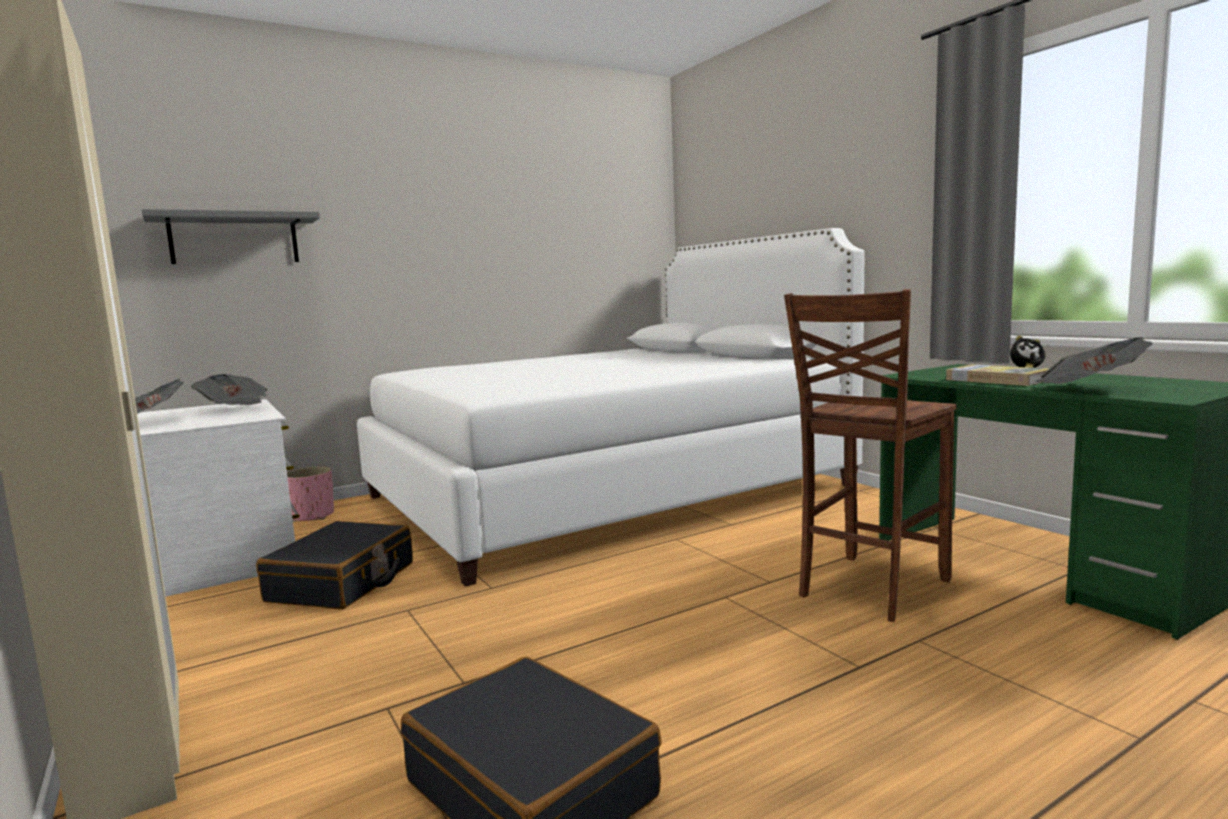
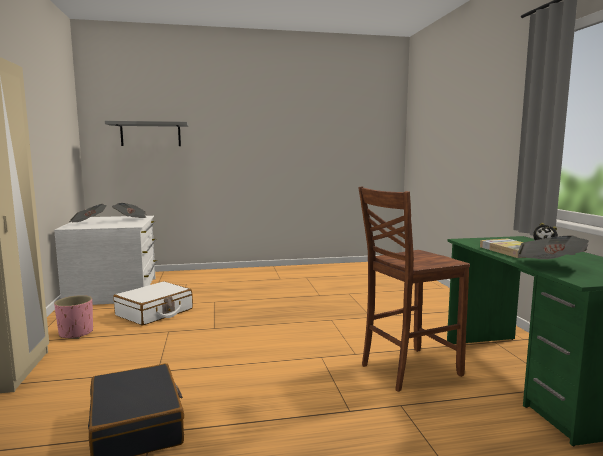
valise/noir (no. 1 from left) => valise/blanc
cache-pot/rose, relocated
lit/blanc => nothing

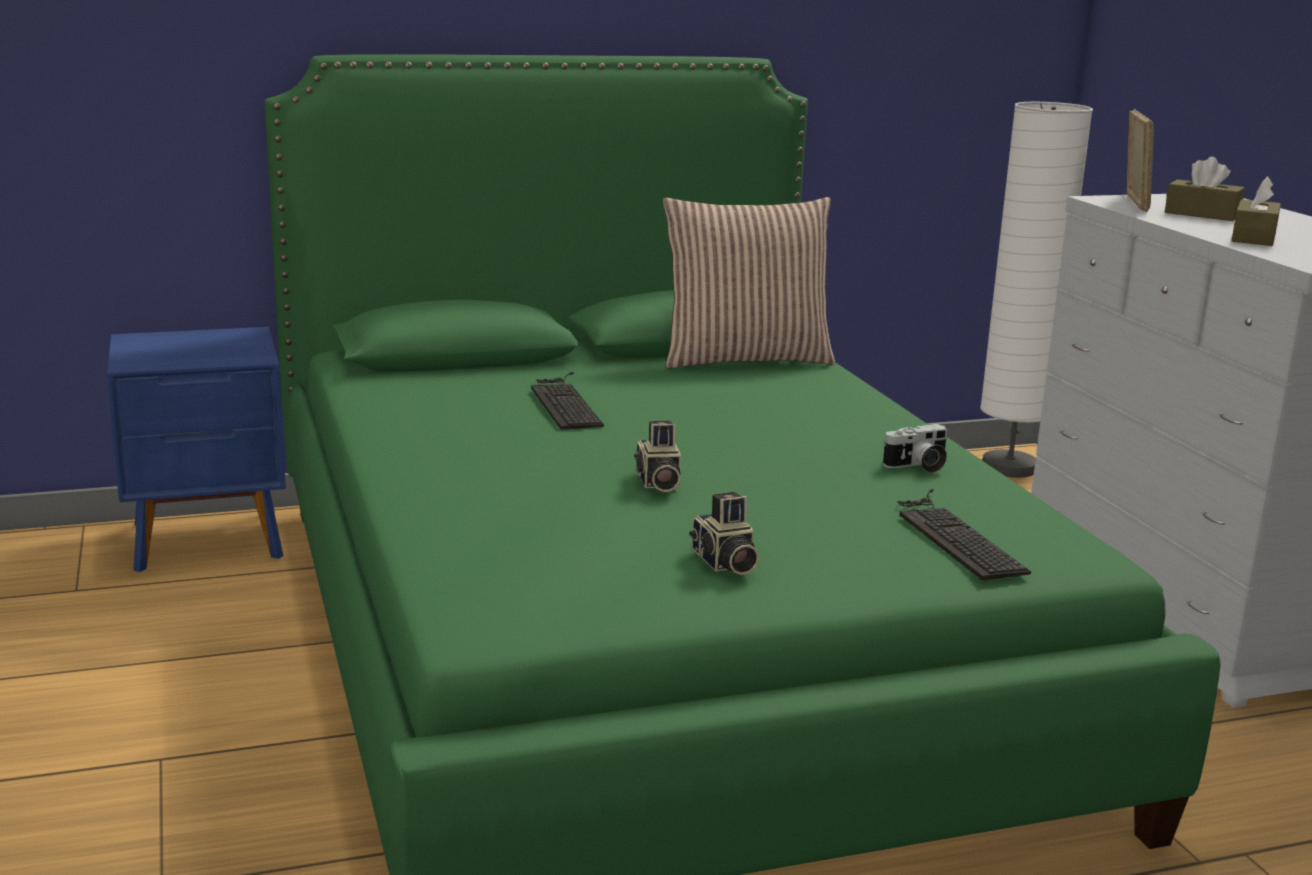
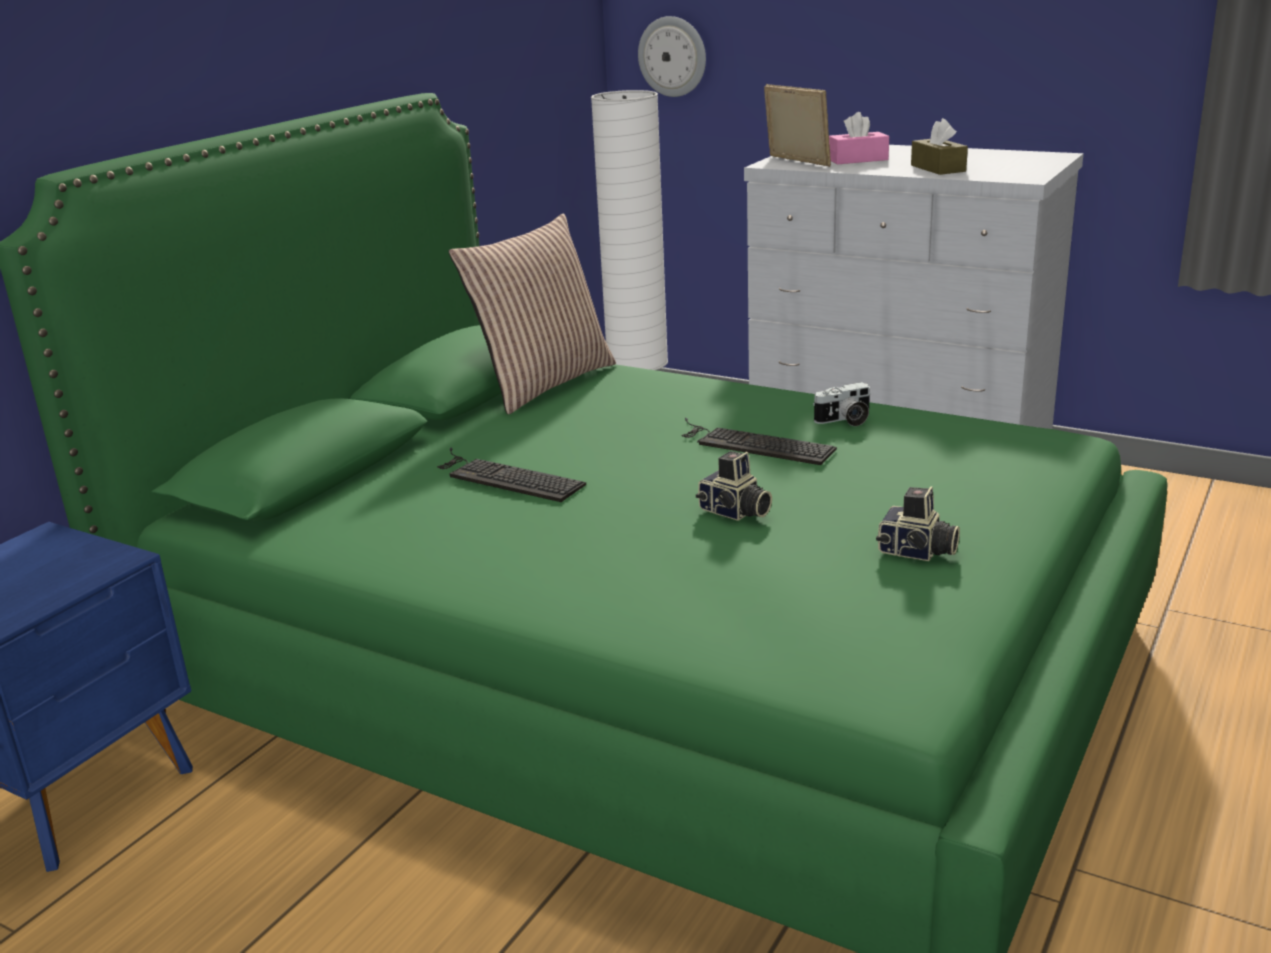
appareil photo (no. 3 from left in the first image) => appareil photo (no. 2 from left), 45 degrees clockwise
clavier (no. 2 from left), relocated
boîte à mouchoirs/marron (no. 1 from left) => boîte à mouchoirs/rose
nothing => horloge murale

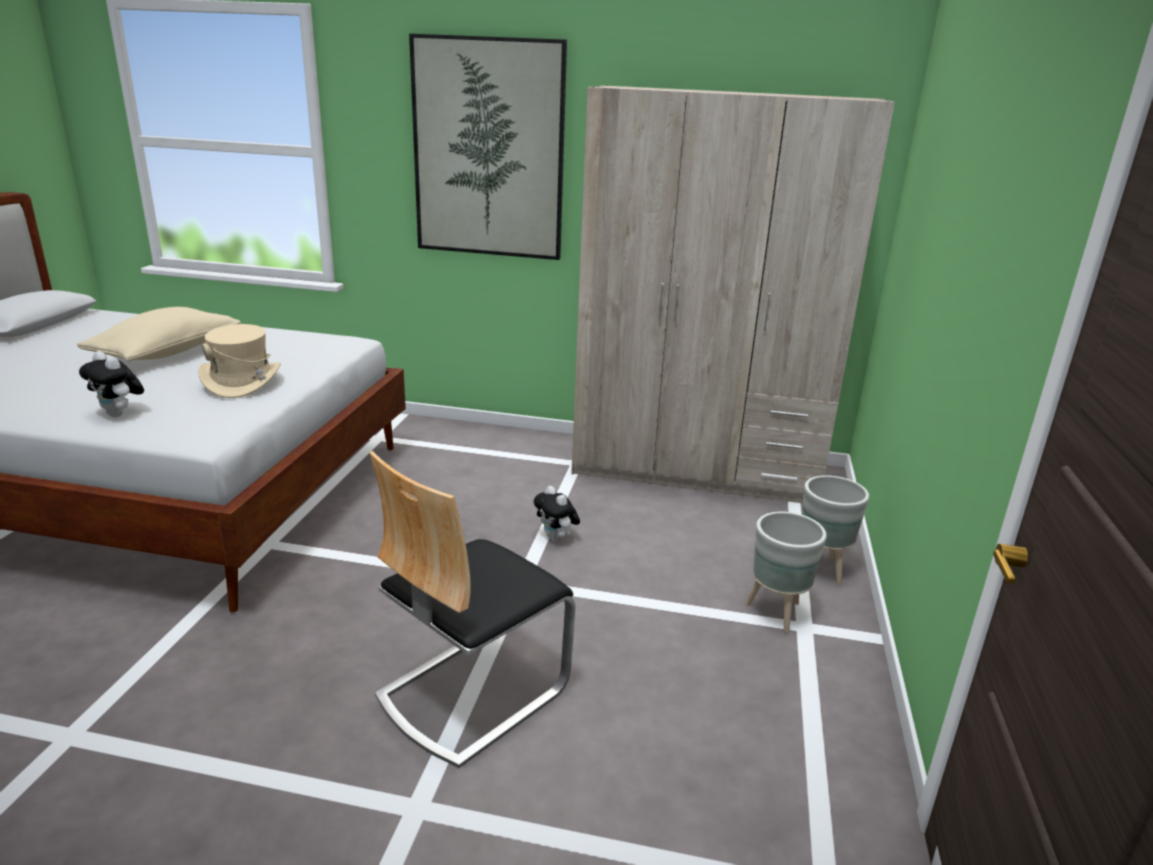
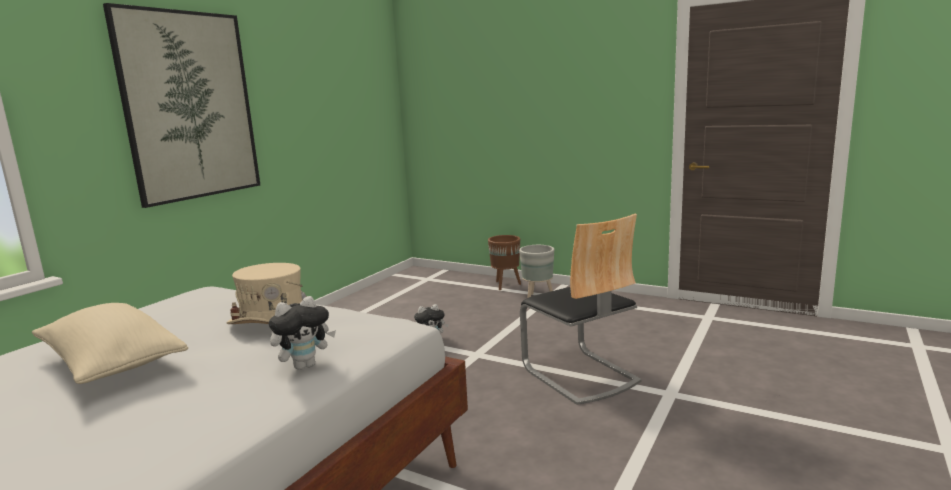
armoire/beige => nothing
cache-pot/gris (no. 2 from left) => cache-pot/marron

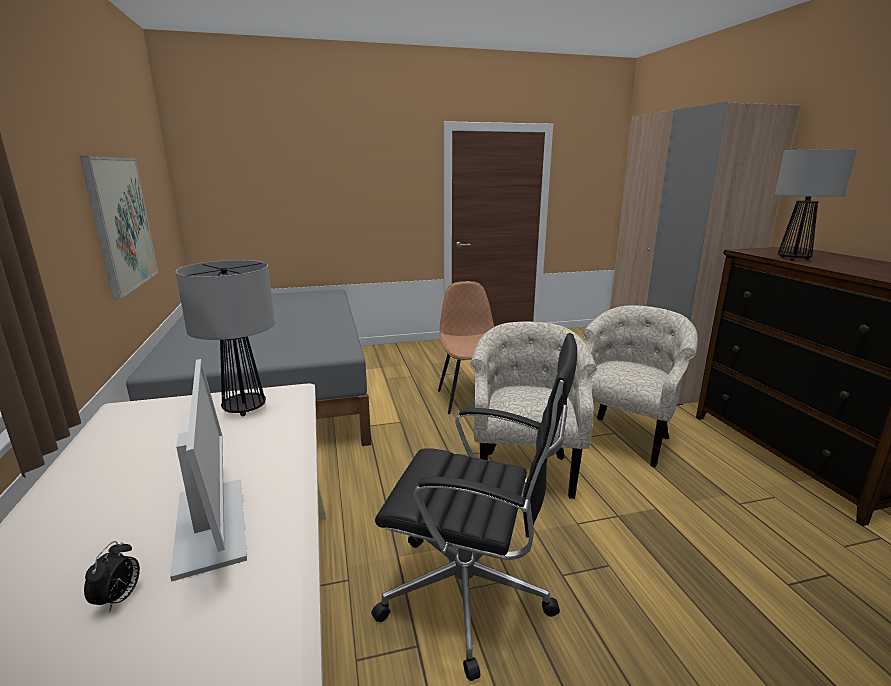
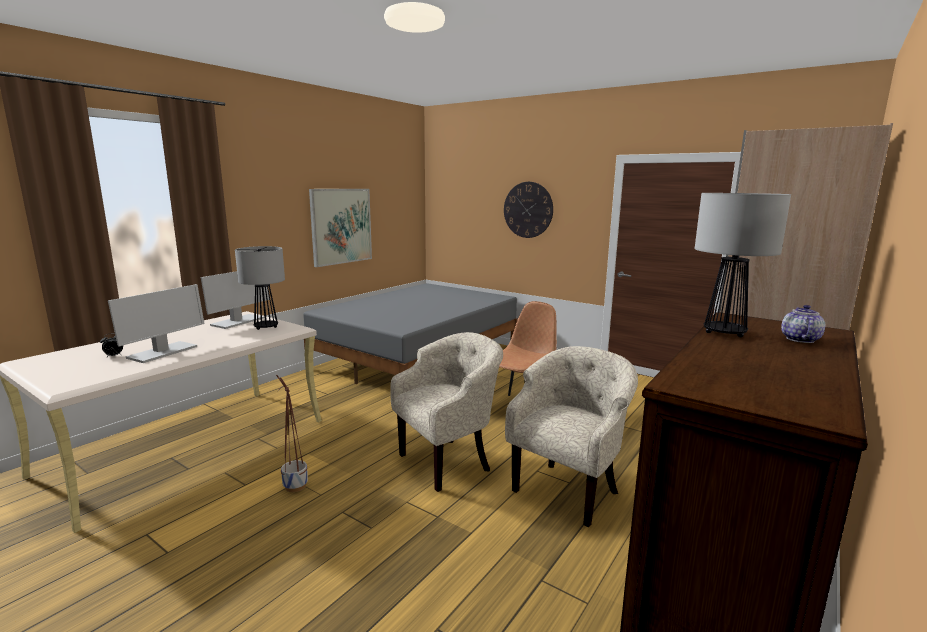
chaise de bureau/noir => cache-pot
fauteuil/beige (no. 2 from left), 45 degrees counterclockwise
nothing => écran d'ordinateur (no. 2 from left)
nothing => horloge murale
nothing => théière

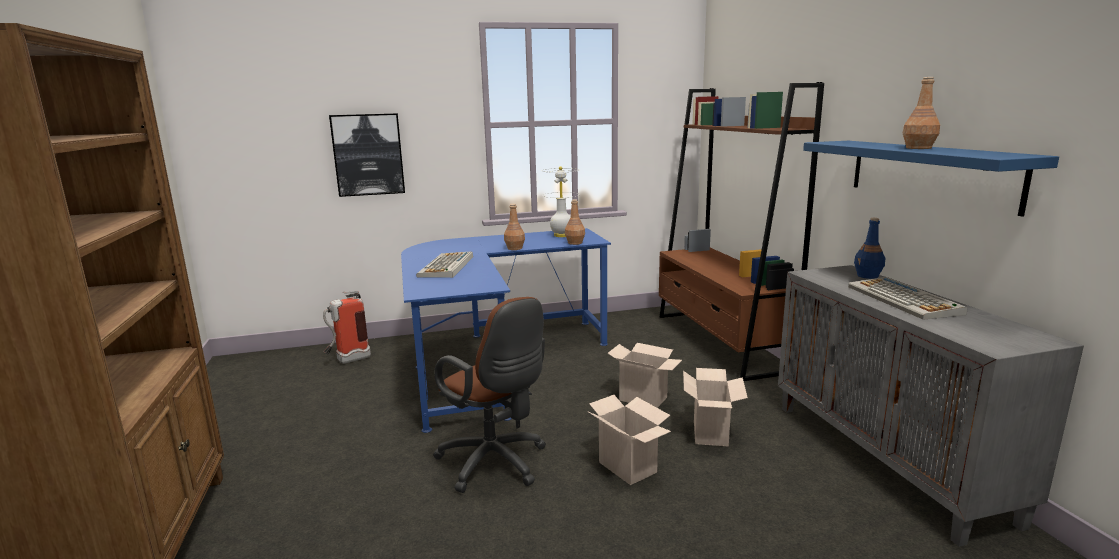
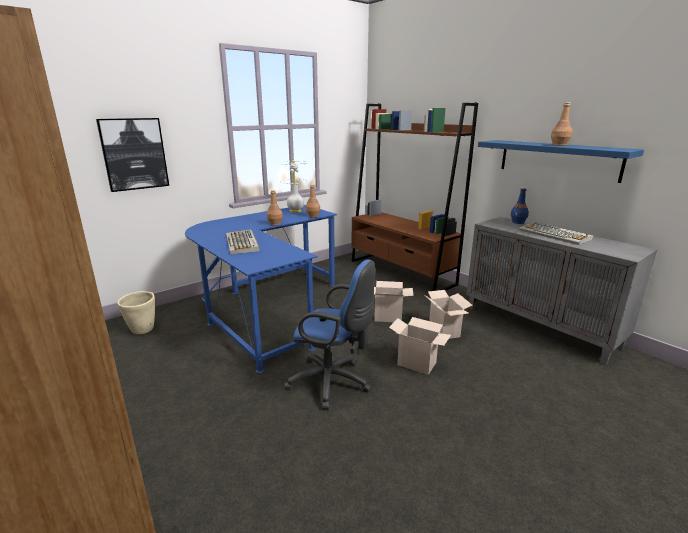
extincteur => cache-pot/beige
chaise de bureau/marron => chaise de bureau/bleu

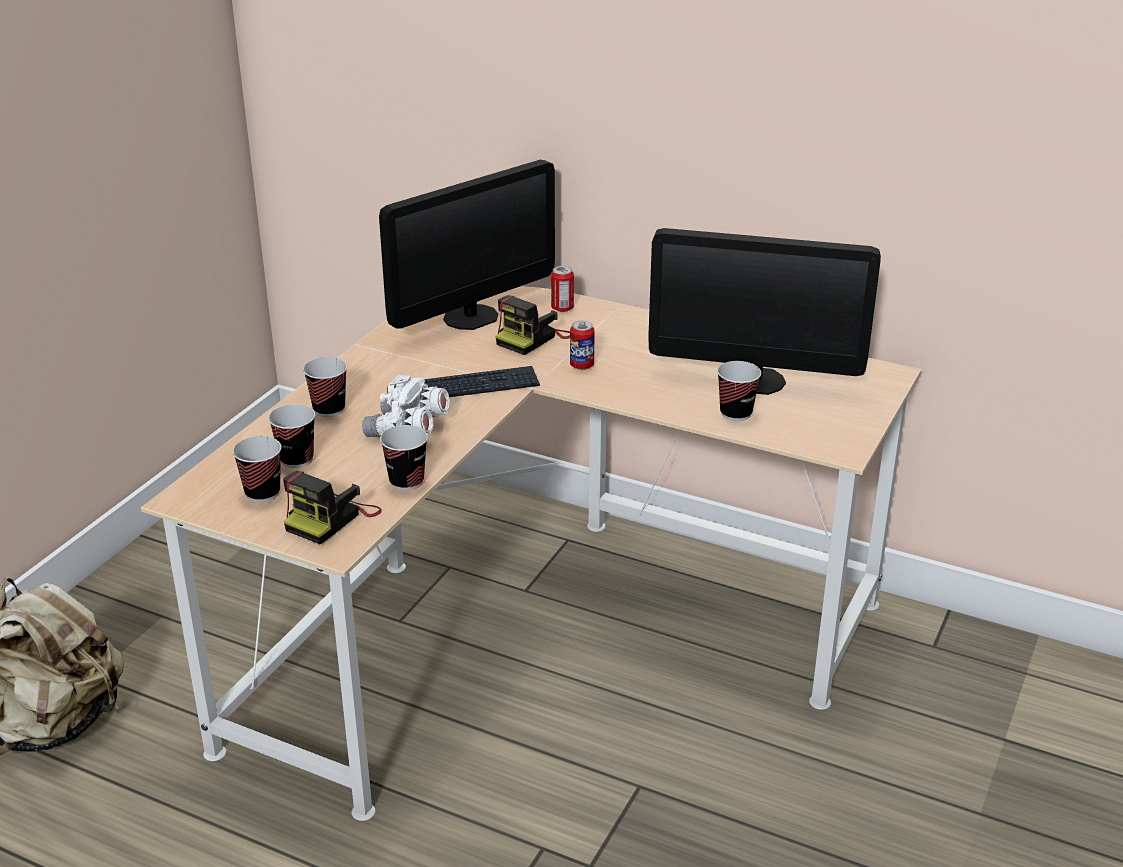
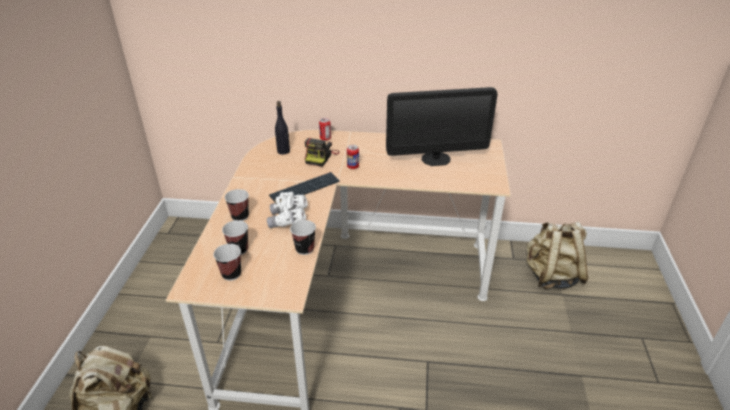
appareil photo (no. 1 from left) => nothing
écran d'ordinateur (no. 1 from left) => bouteille/noir
tasse (no. 5 from left) => nothing
nothing => sac à dos/beige (no. 2 from left)

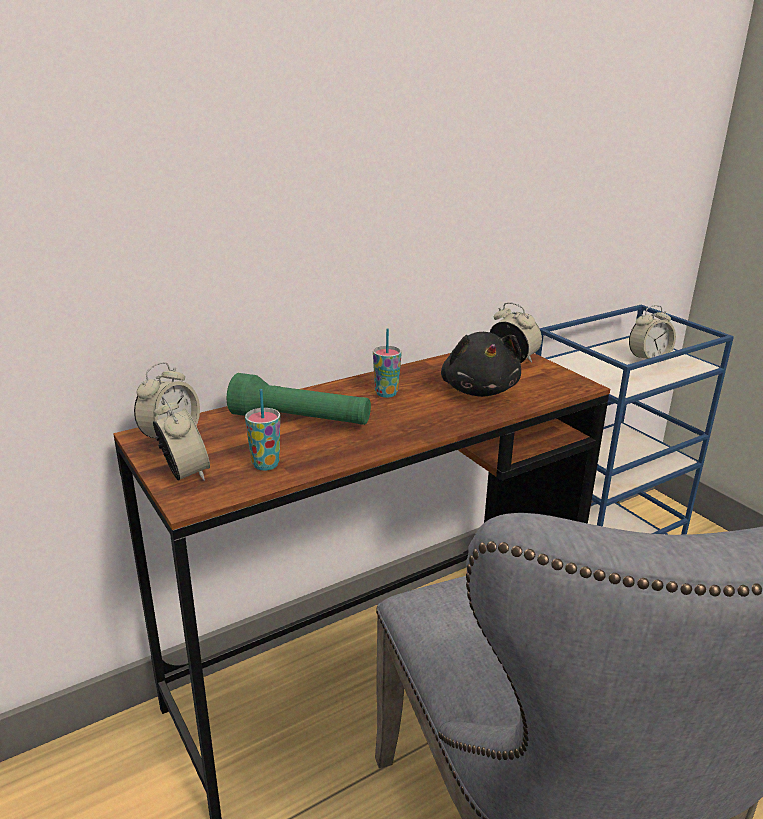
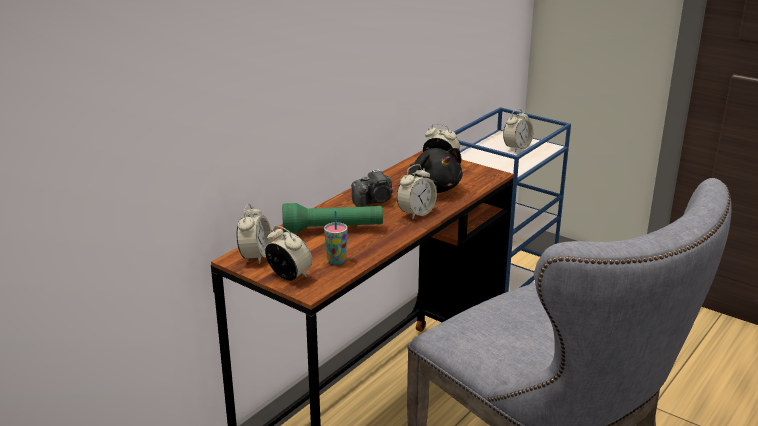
tasse (no. 2 from left) => appareil photo
nothing => réveil (no. 3 from left)

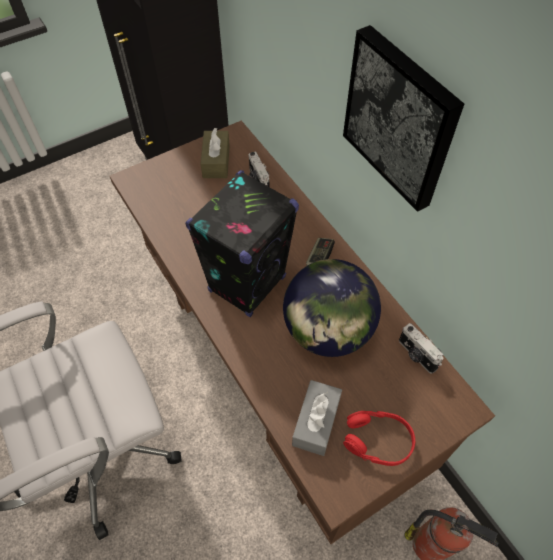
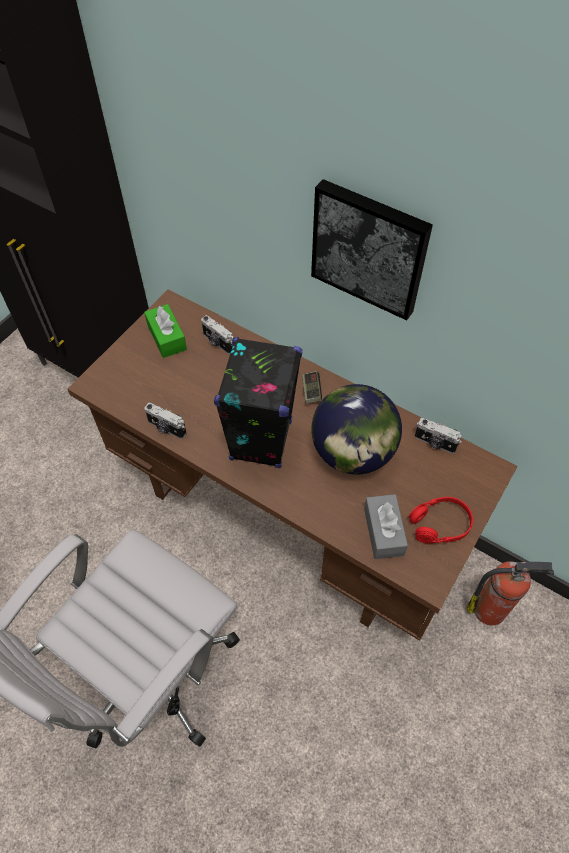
boîte à mouchoirs/marron => boîte à mouchoirs/vert
nothing => appareil photo (no. 1 from left)

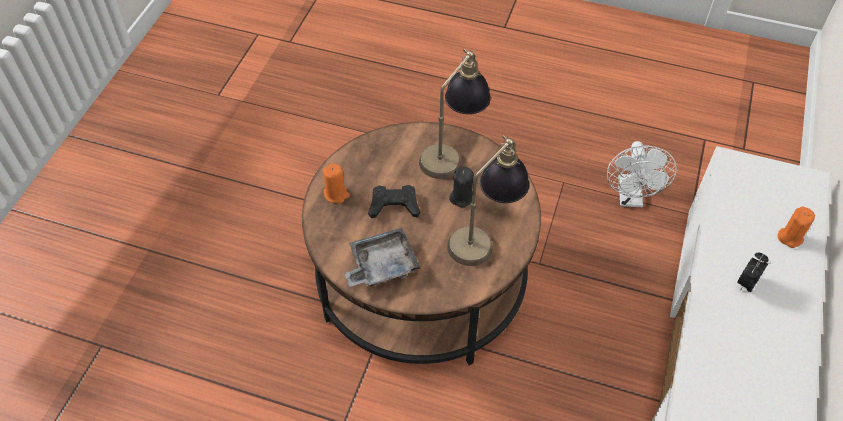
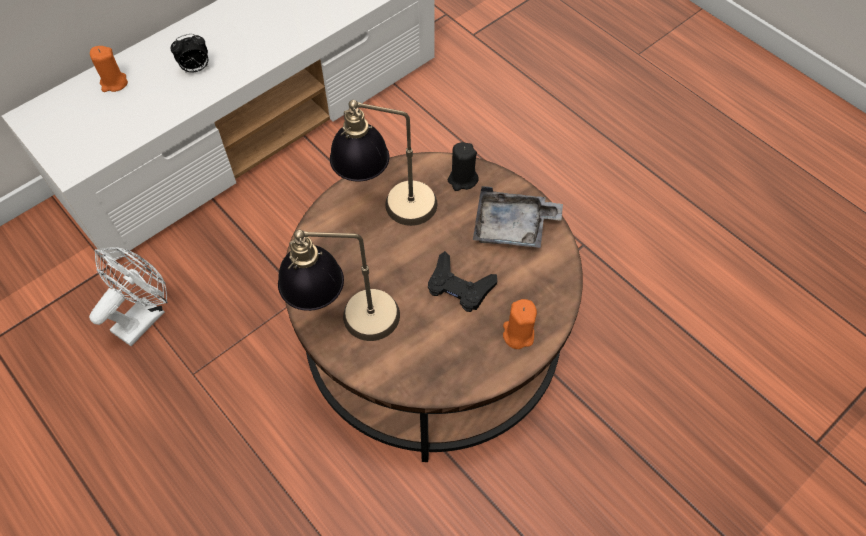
bougie/noir, relocated

